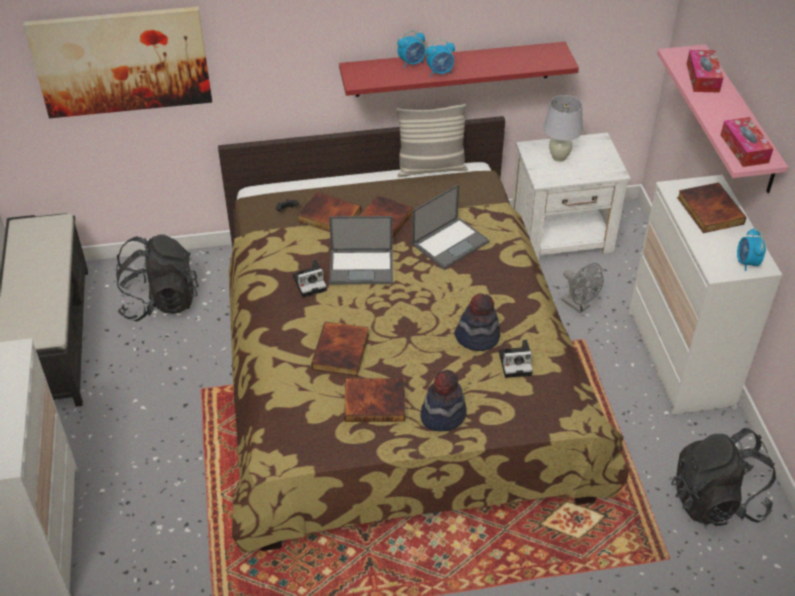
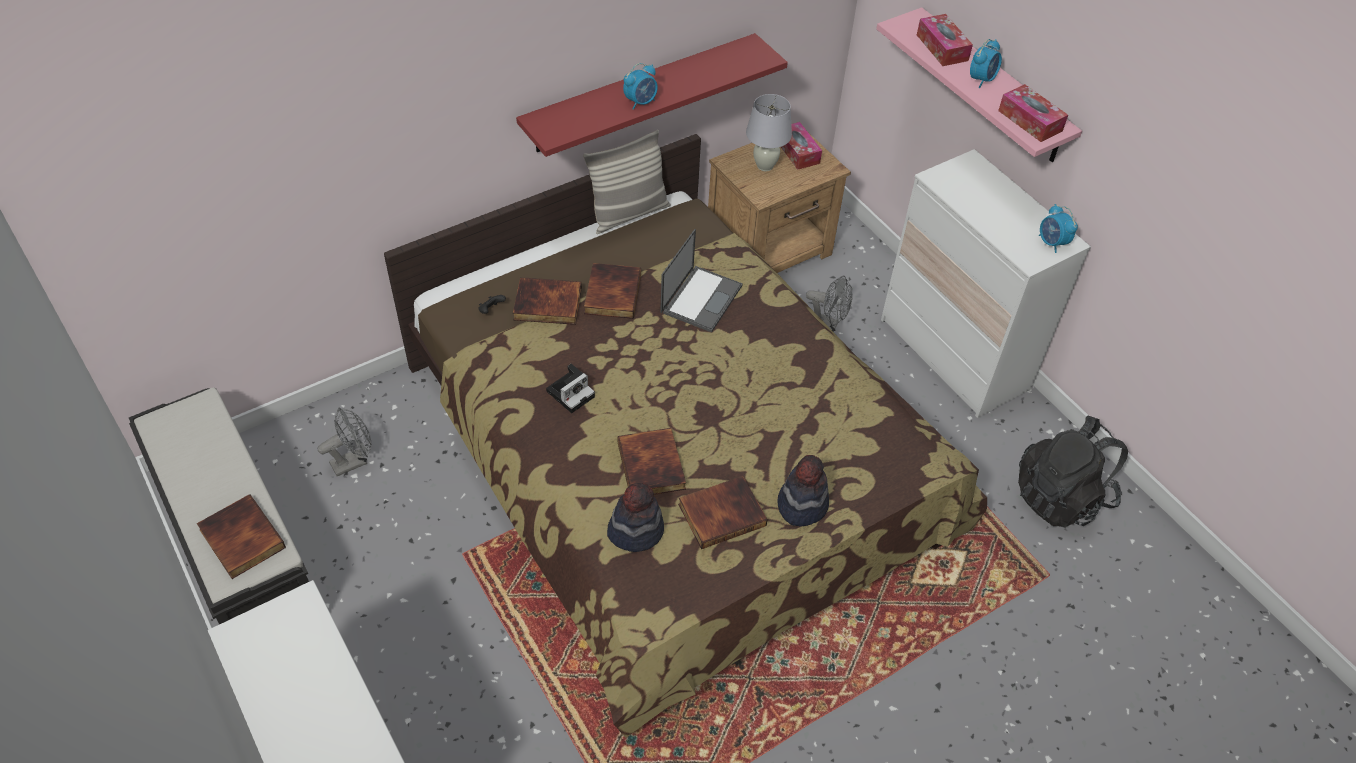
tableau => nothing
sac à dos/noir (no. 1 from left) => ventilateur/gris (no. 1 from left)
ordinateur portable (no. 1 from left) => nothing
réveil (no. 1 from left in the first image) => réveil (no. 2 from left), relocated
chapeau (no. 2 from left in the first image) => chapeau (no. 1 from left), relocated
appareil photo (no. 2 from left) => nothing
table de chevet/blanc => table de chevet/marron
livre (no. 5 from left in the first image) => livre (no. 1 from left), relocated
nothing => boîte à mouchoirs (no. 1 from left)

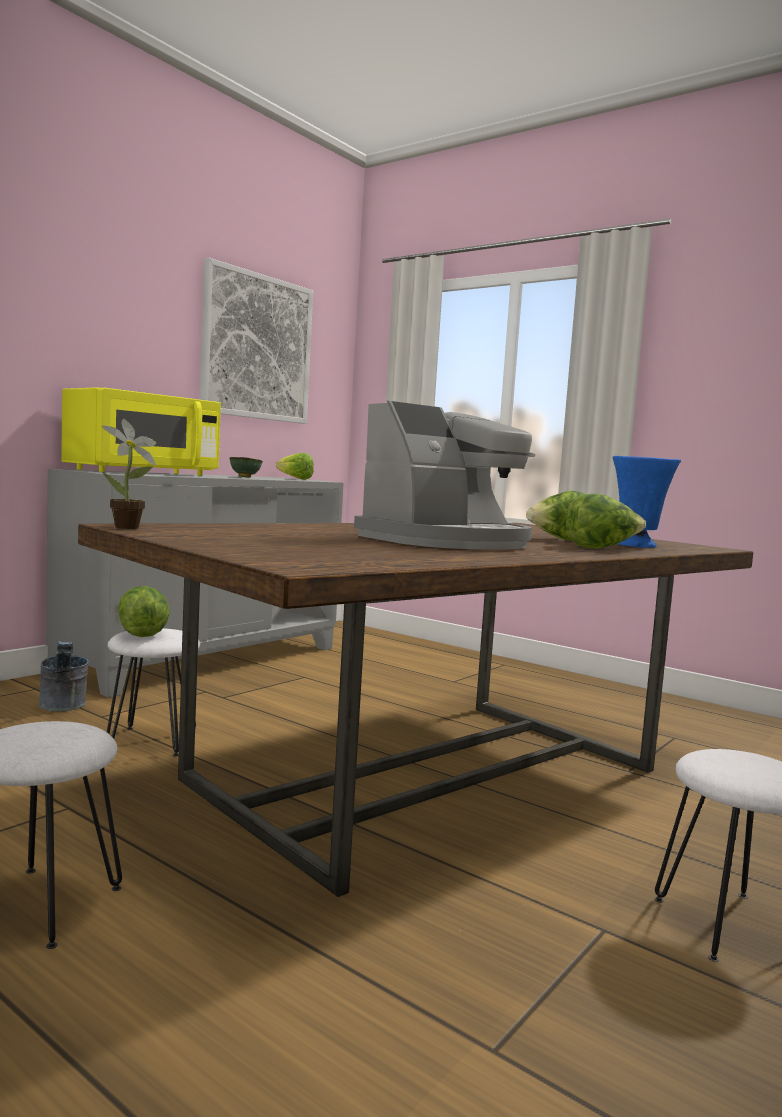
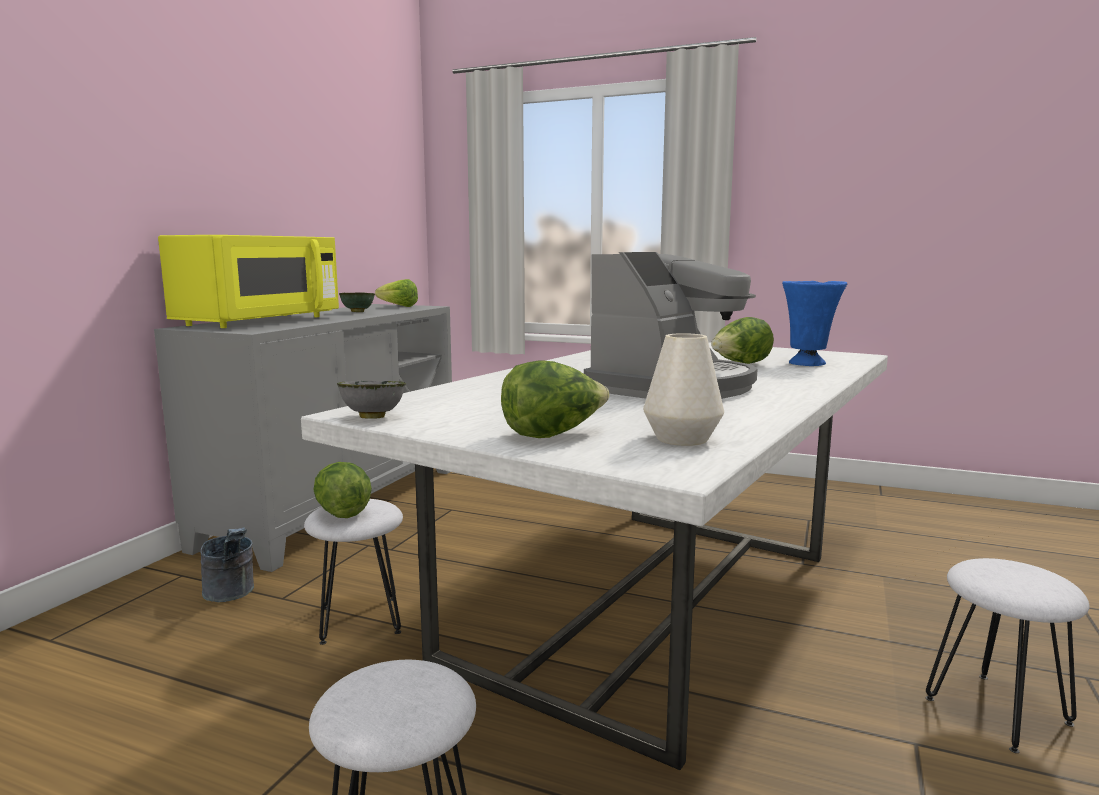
table à manger/marron => table à manger/blanc
plante en pot => bol/gris
tableau => nothing
laitue (no. 4 from left in the first image) => laitue (no. 3 from left), relocated
nothing => vase/blanc

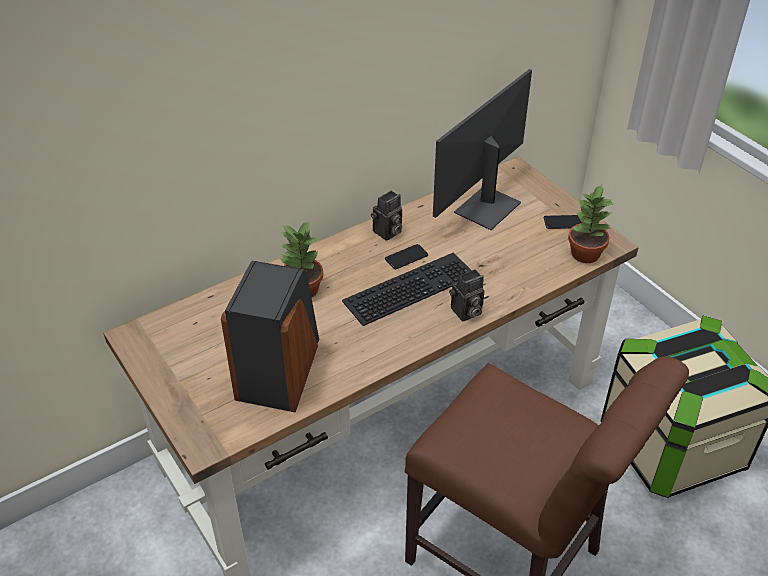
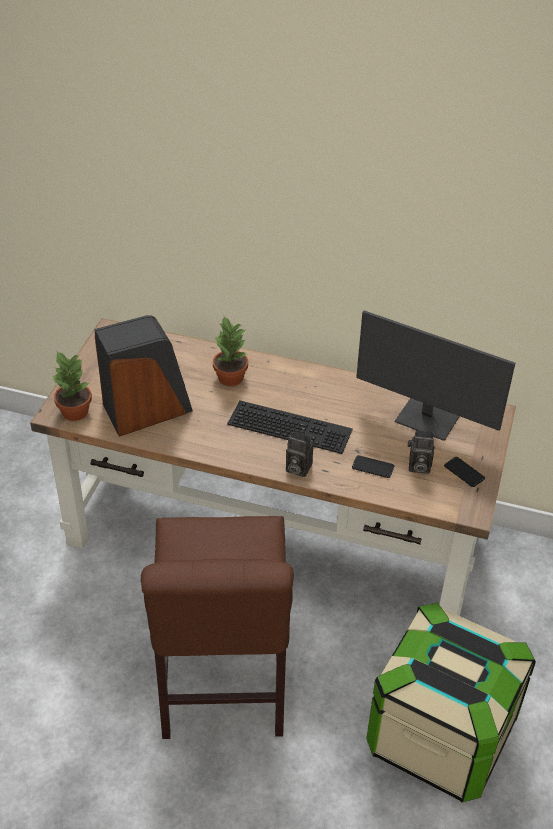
appareil photo (no. 1 from left in the first image) => appareil photo (no. 2 from left), relocated
téléphone (no. 1 from left), relocated
écran d'ordinateur, 150 degrees counterclockwise
plante en pot (no. 2 from left in the first image) => plante en pot (no. 1 from left), relocated

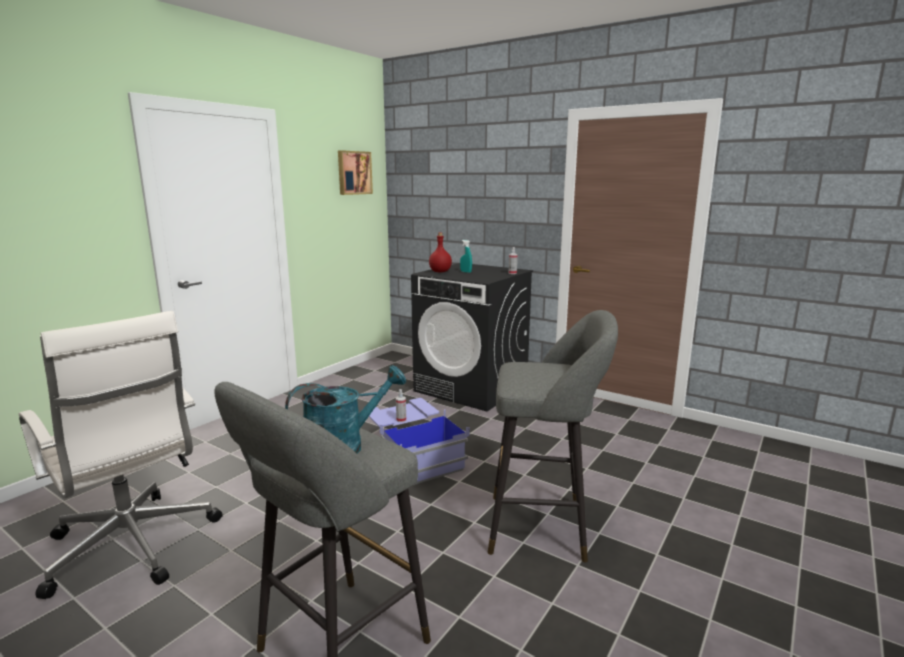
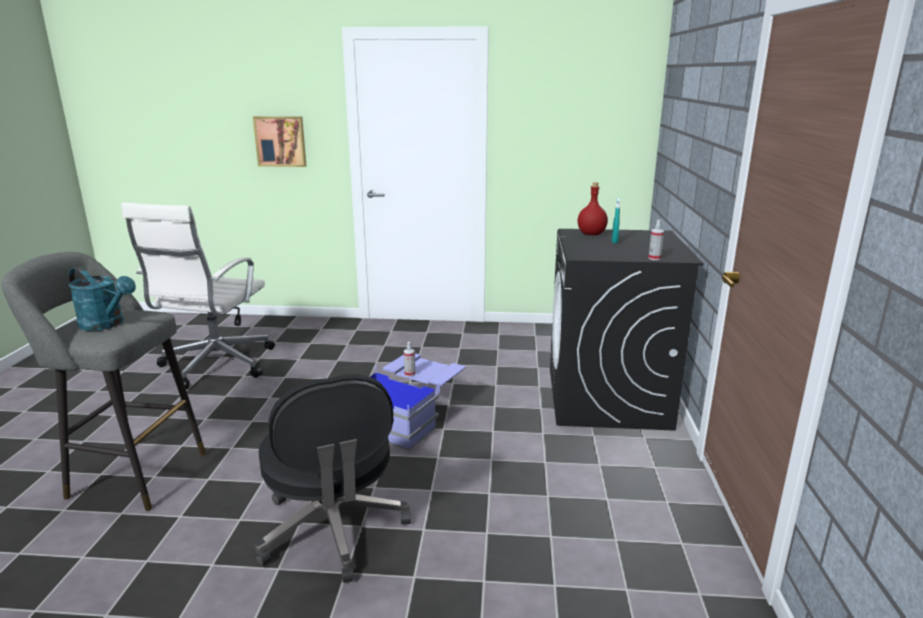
tableau, relocated
tabouret/gris (no. 2 from left) => chaise de bureau/noir

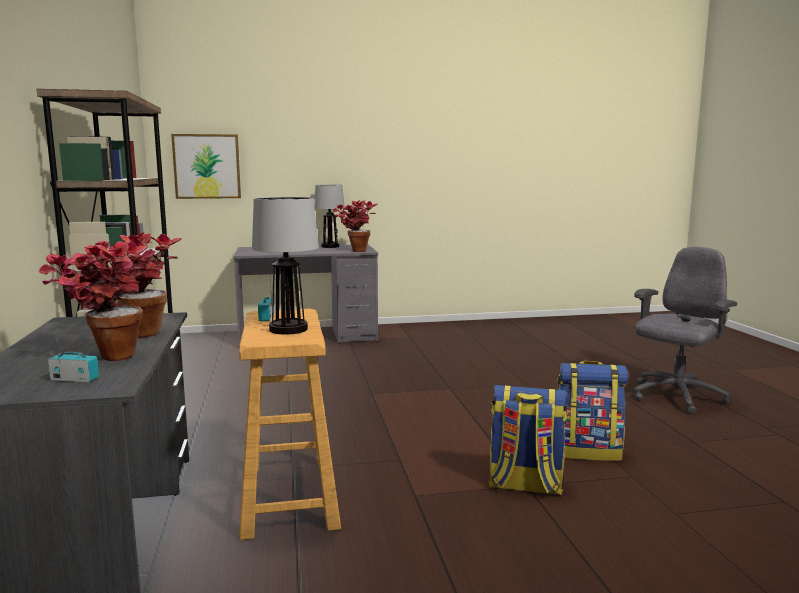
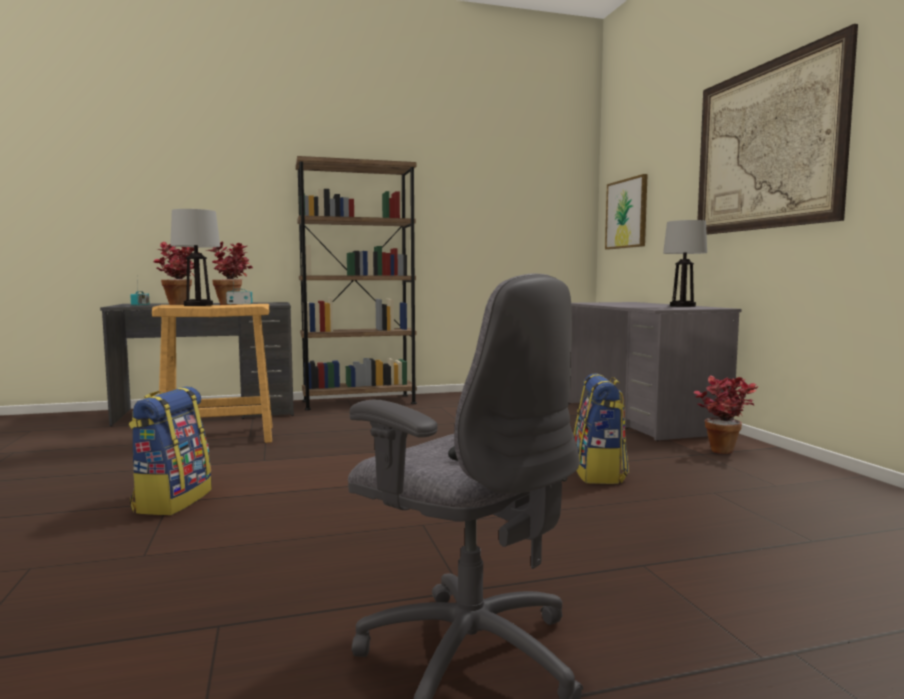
plante en pot (no. 3 from left), relocated
sac à dos (no. 2 from left), relocated
nothing => tableau (no. 2 from left)

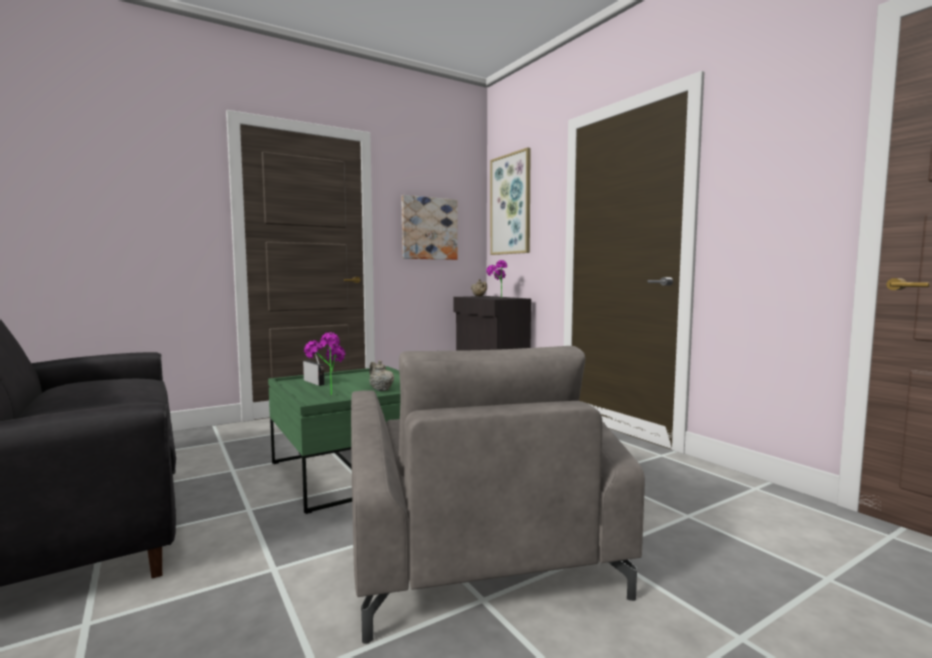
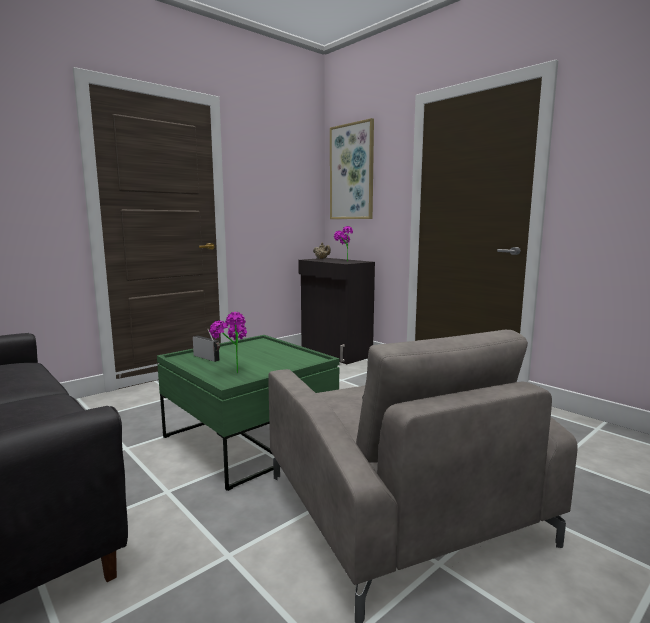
théière/beige (no. 1 from left) => nothing
tableau (no. 1 from left) => nothing

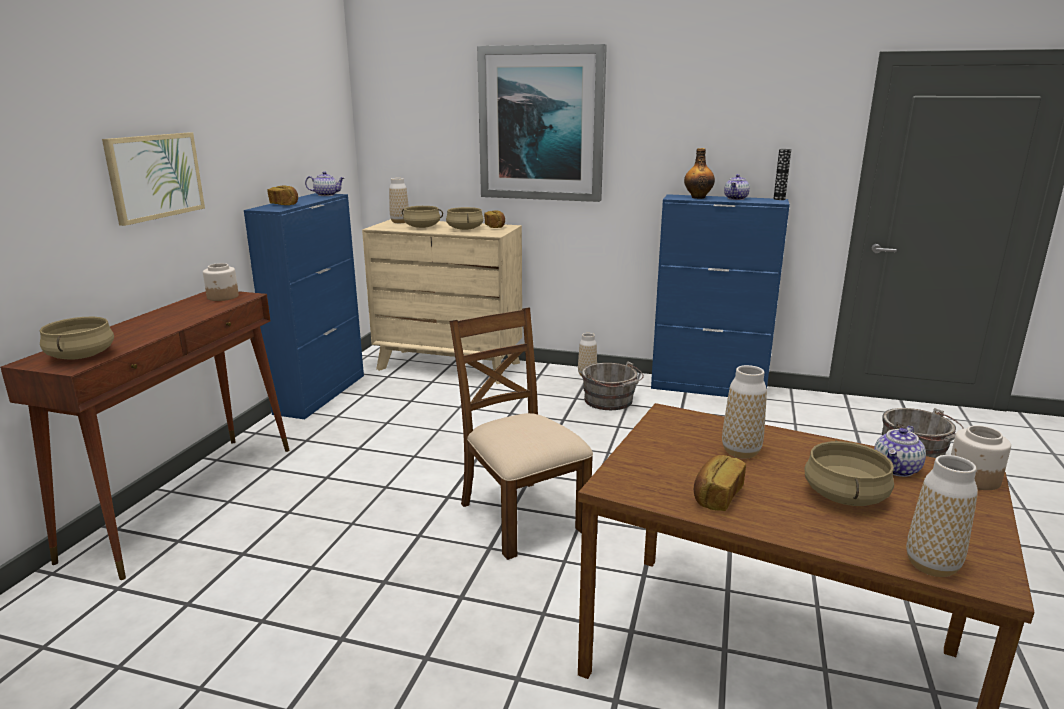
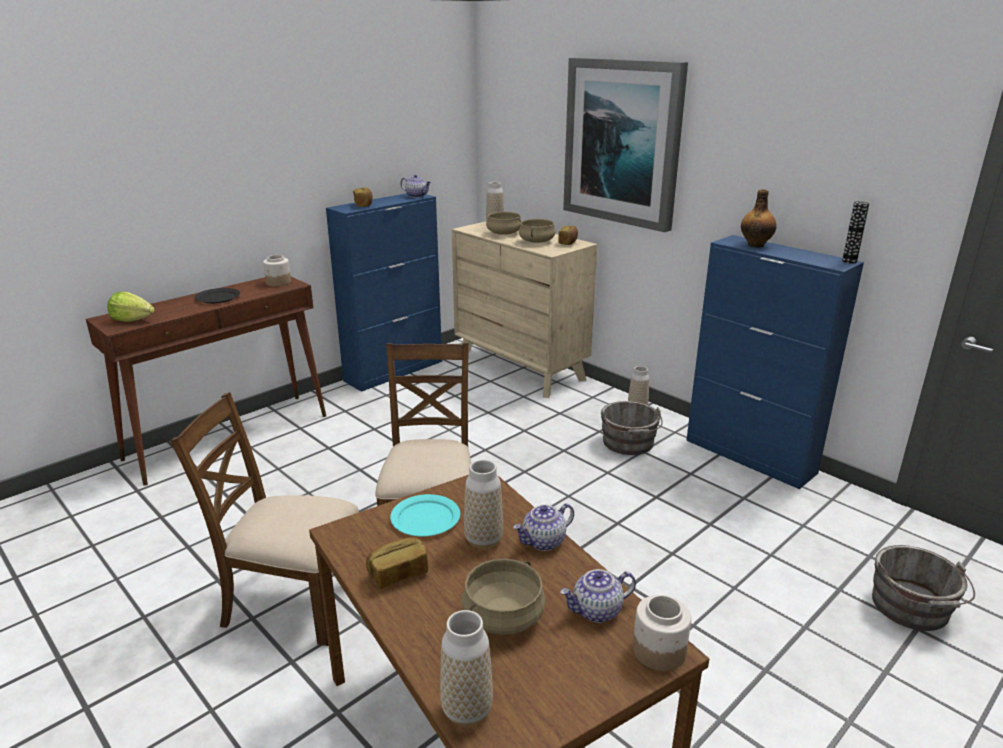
marmite/beige (no. 1 from left) => laitue
tableau (no. 1 from left) => nothing
théière (no. 2 from left), relocated
nothing => chaise/marron (no. 1 from left)
nothing => assiette/noir
nothing => assiette/turquoise

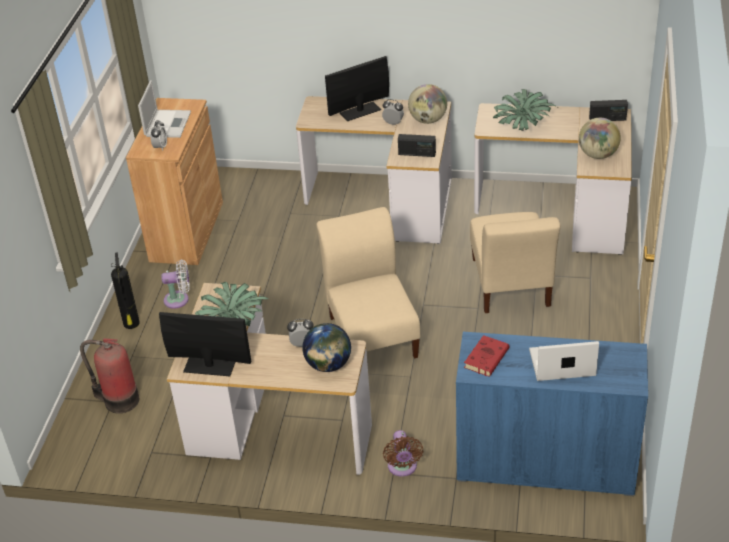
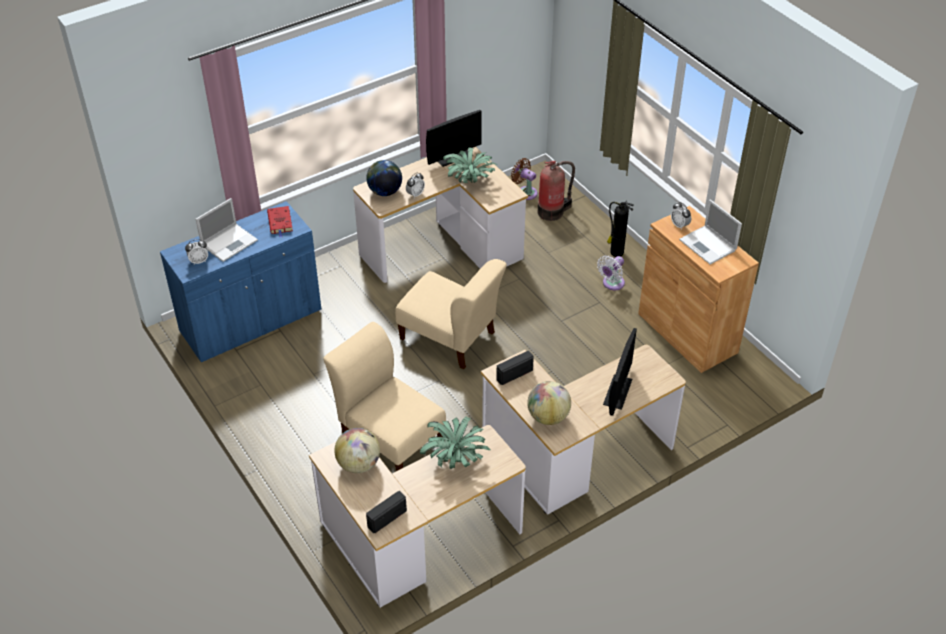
réveil (no. 3 from left in the first image) => réveil (no. 1 from left), relocated
ventilateur/marron, relocated

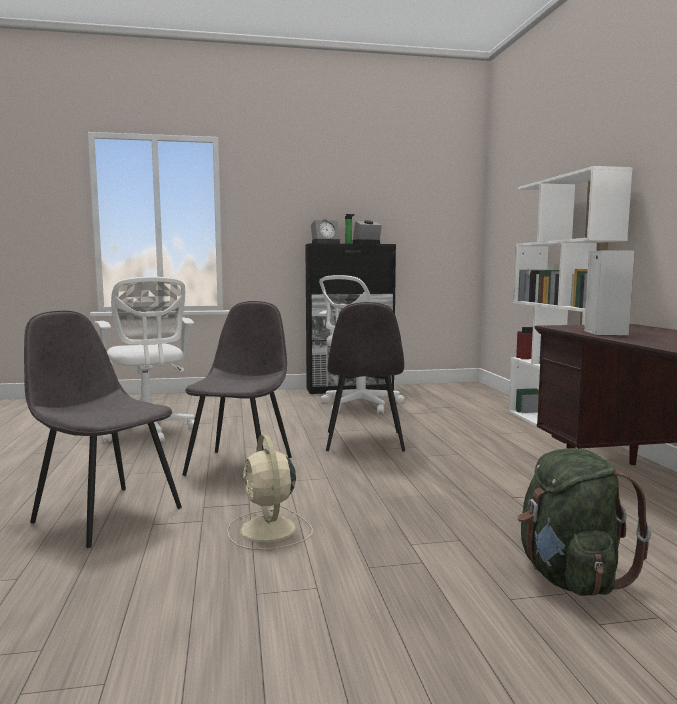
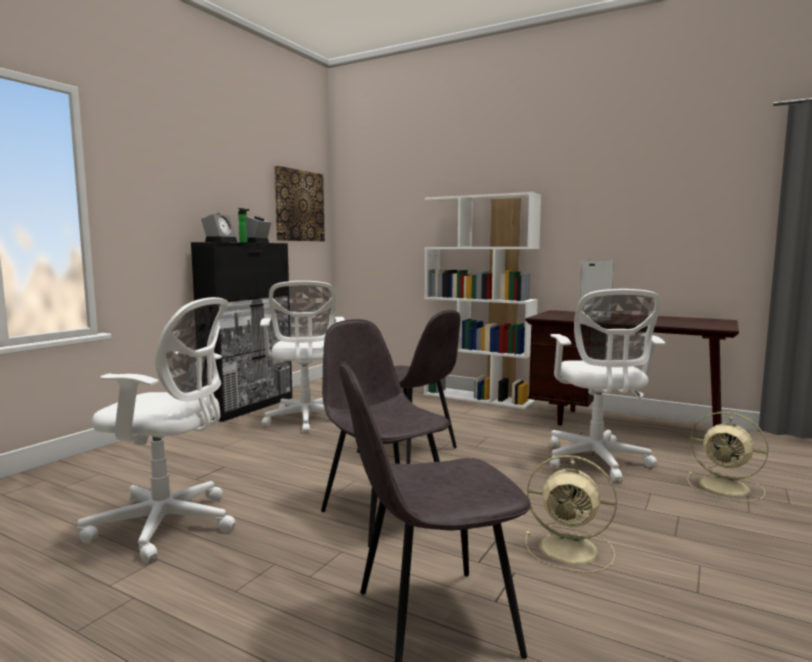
sac à dos/vert => ventilateur/beige (no. 2 from left)
nothing => tableau
nothing => chaise de bureau/blanc (no. 3 from left)

